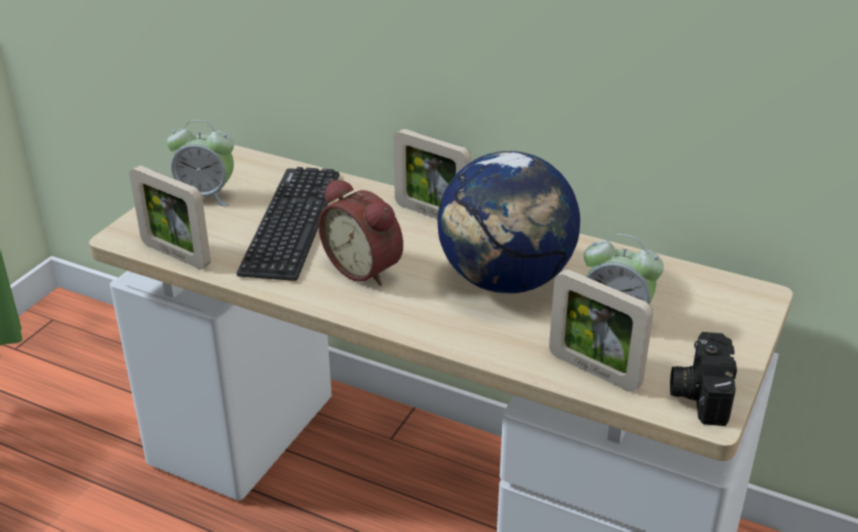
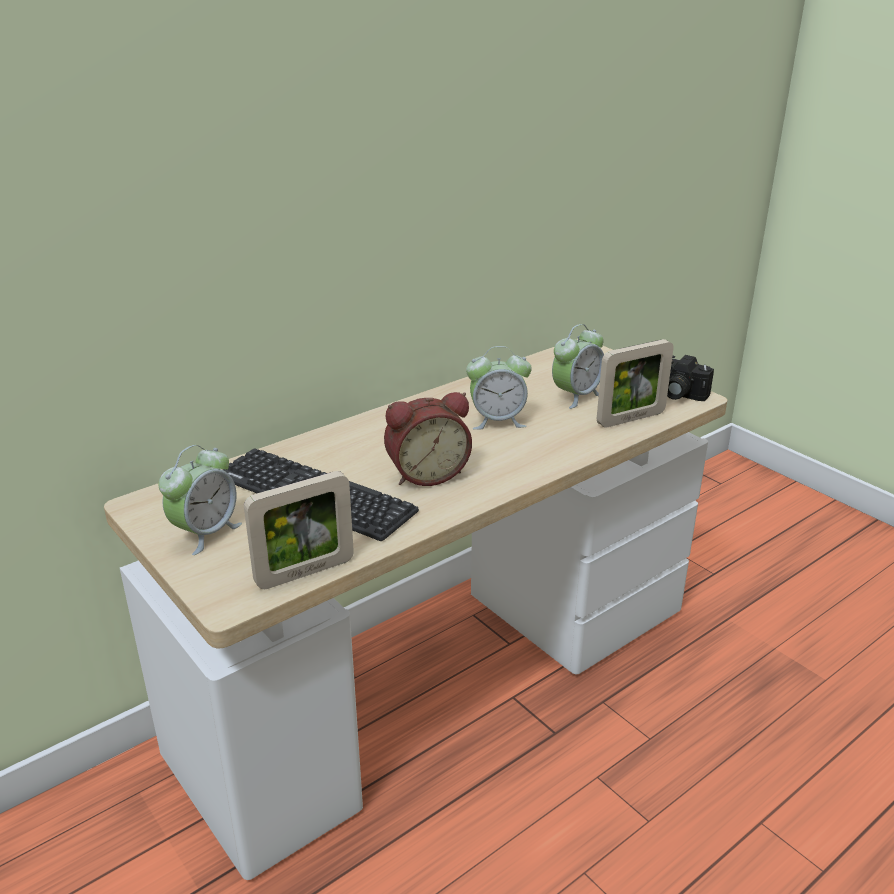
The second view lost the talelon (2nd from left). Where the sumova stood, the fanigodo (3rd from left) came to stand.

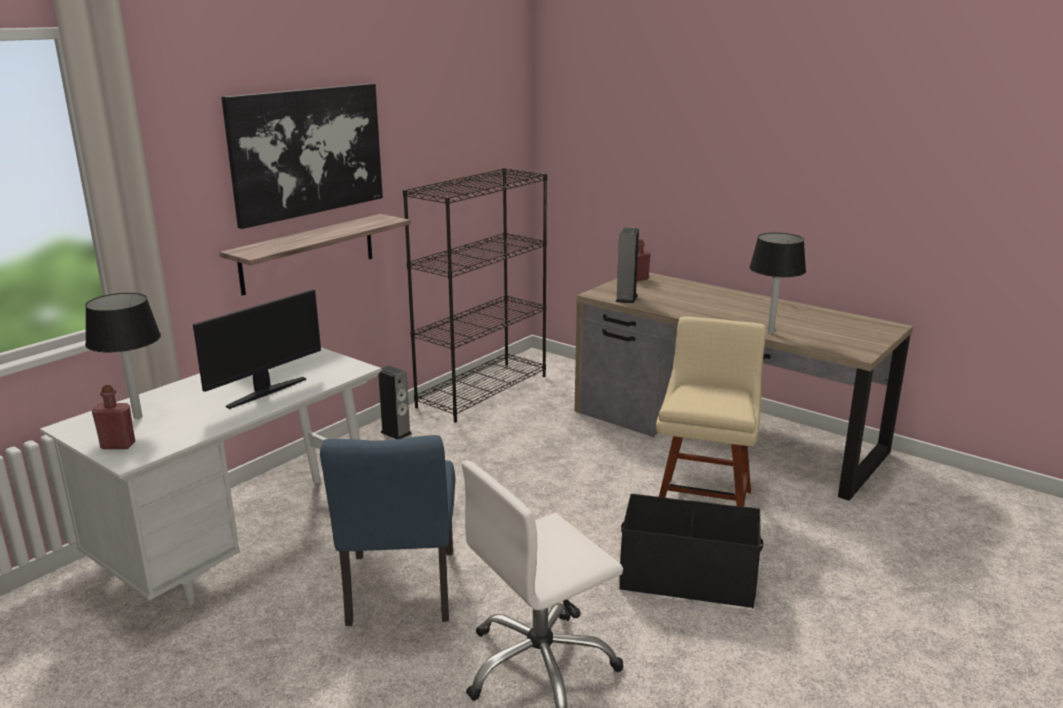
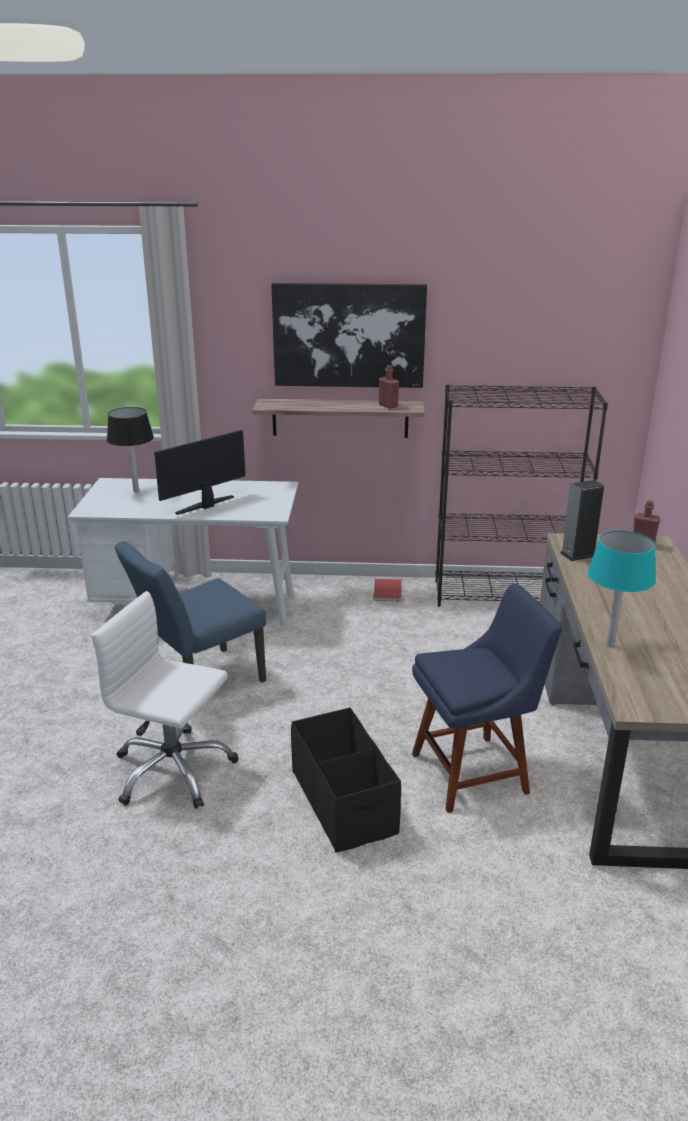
What was the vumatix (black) (2nd from left) turned into the vumatix (turquoise). The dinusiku ended up facing another way, 135 degrees clockwise from before. What was the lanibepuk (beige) turned into the lanibepuk (blue) (2nd from left). Where the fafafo (1st from left) stood, the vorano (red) came to stand. The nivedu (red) (1st from left) ended up elsewhere.

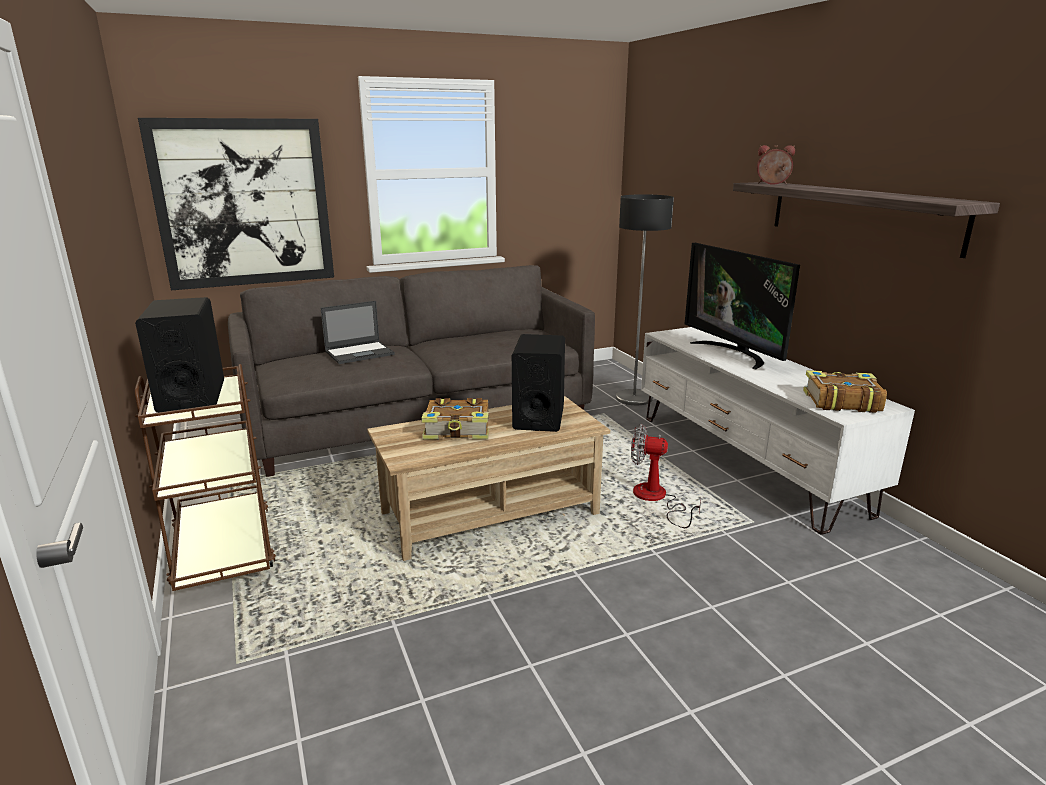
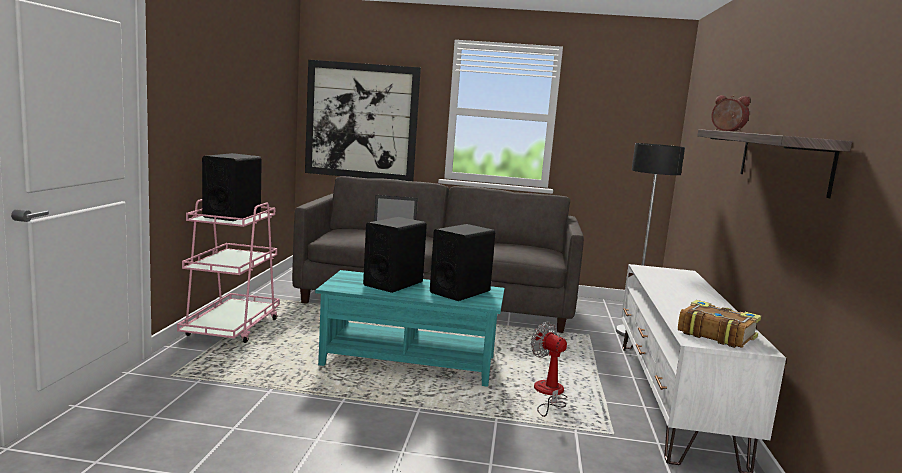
The second view lost the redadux. What was the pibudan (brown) turned into the pibudan (pink). What was the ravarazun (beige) turned into the ravarazun (turquoise). Where the vorano (1st from left) stood, the fafafo (black) (2nd from left) came to stand.

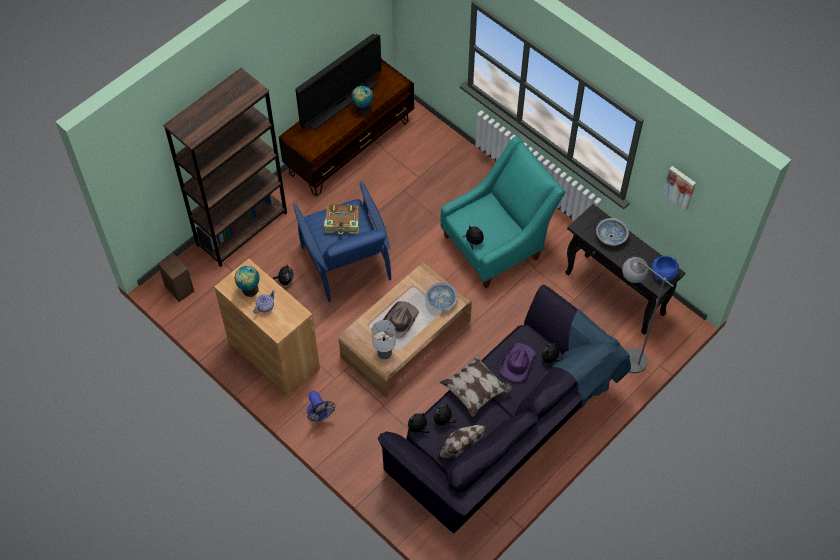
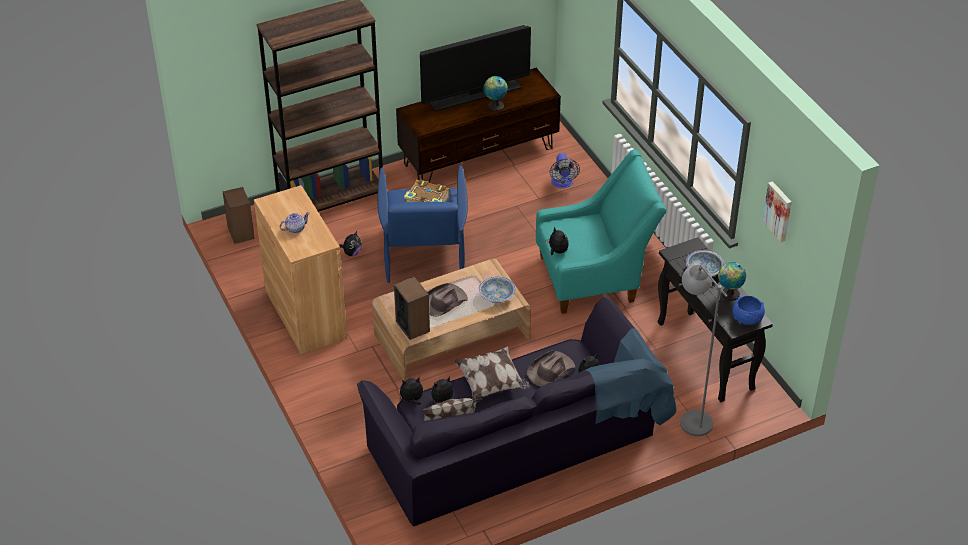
The sumova (1st from left in the first image) ended up elsewhere. Where the vumatix stood, the fafafo (2nd from left) came to stand. What was the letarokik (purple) turned into the letarokik (brown) (2nd from left). The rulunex ended up elsewhere.

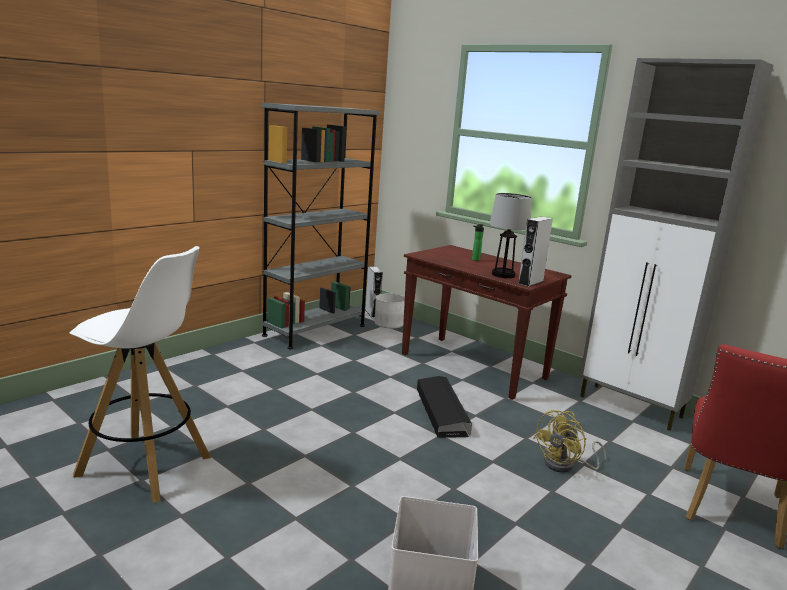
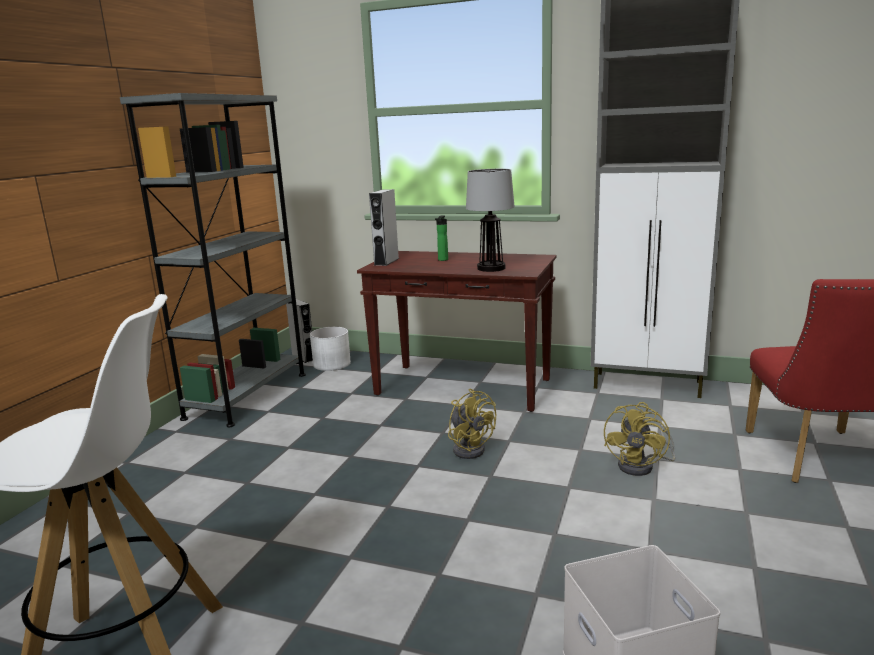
The fafafo (grey) (2nd from left) ended up elsewhere. Where the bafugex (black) stood, the rulunex (yellow) (1st from left) came to stand.

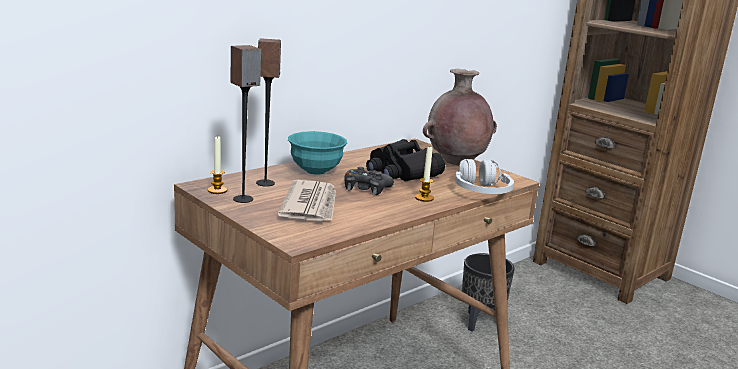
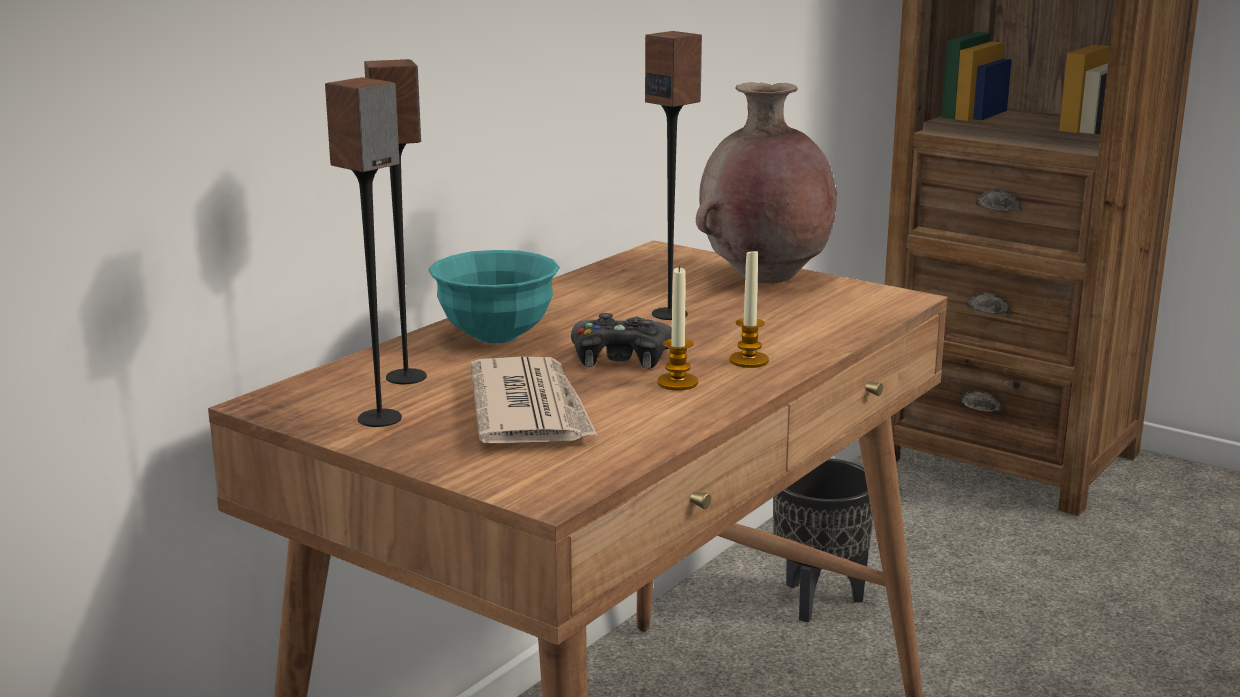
The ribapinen (1st from left) ended up elsewhere. Where the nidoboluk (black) stood, the fafafo (3rd from left) came to stand. The second view lost the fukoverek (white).

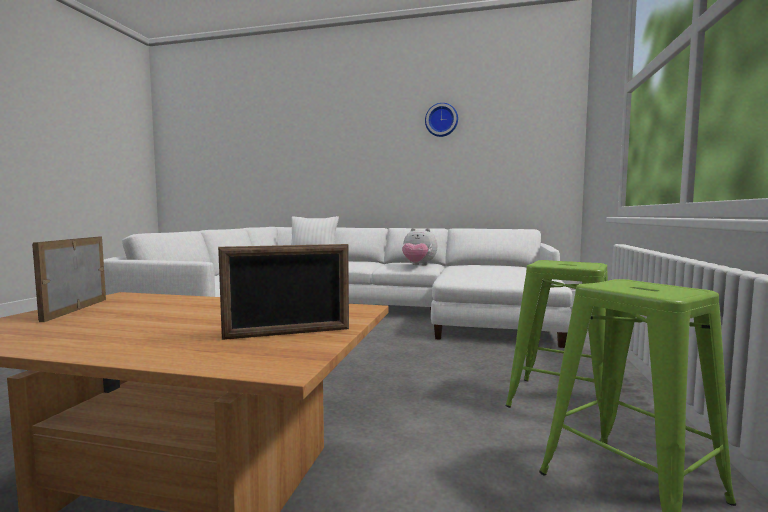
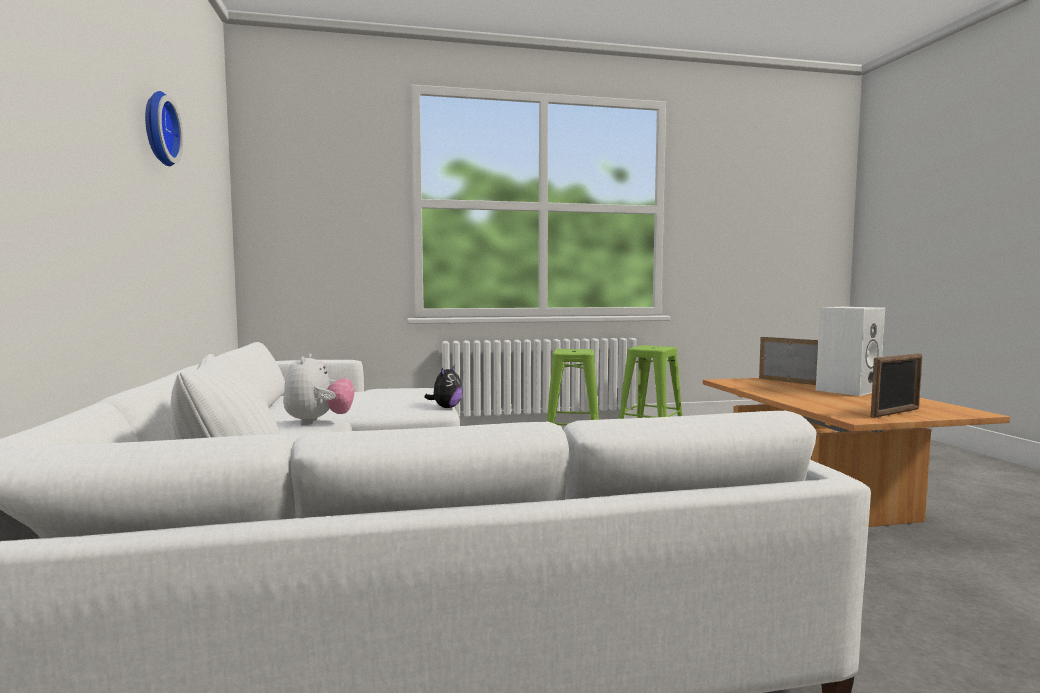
The second view gained the fafafo (white). The second view gained the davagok (2nd from left).

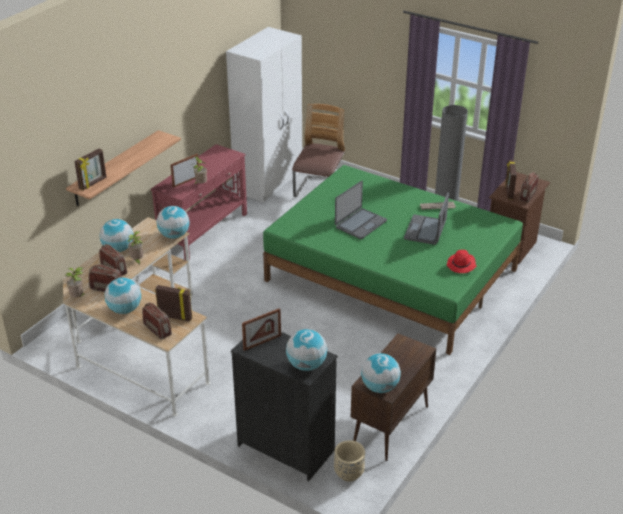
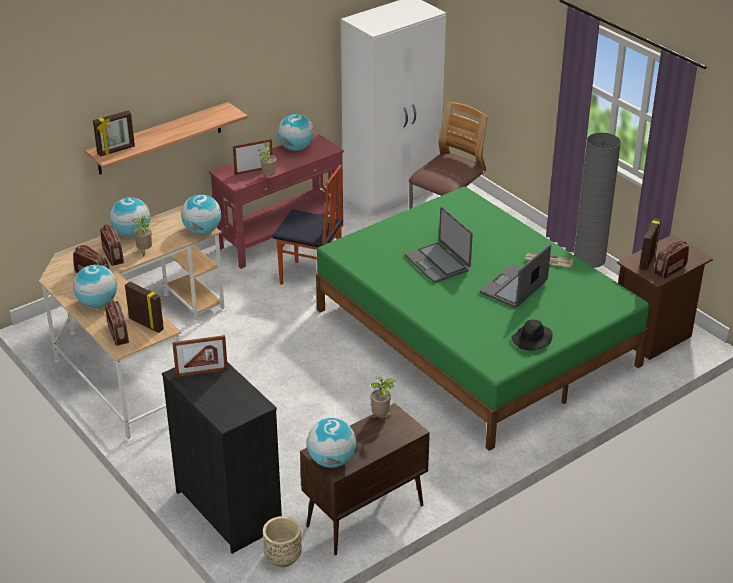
The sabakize (1st from left) ended up facing another way, 90 degrees clockwise from before. What was the letarokik (red) turned into the letarokik (black). The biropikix (1st from left in the first image) ended up elsewhere. The sumova (4th from left) ended up elsewhere. The second view gained the lanibepuk (1st from left).

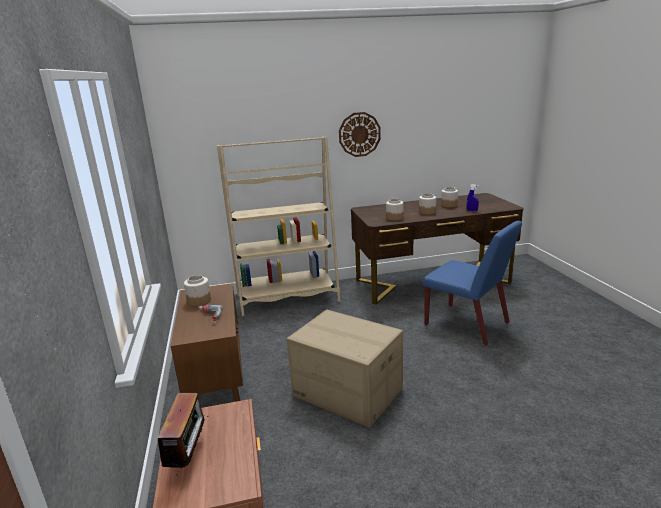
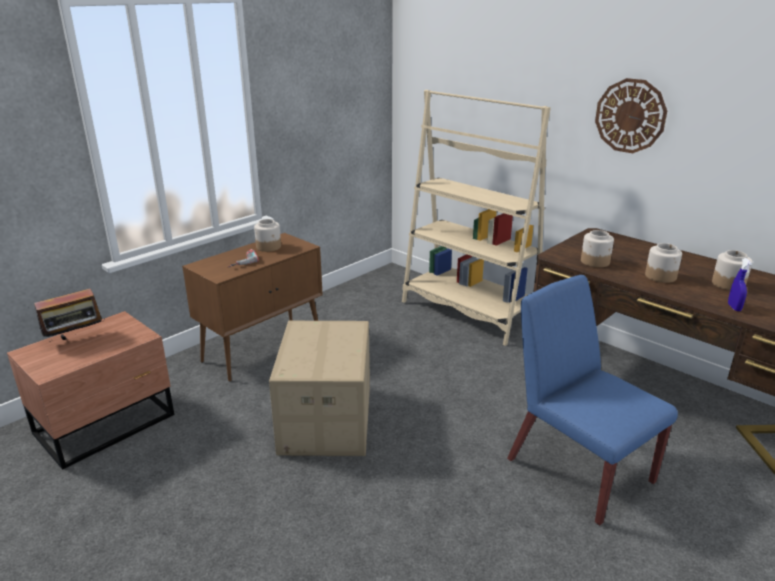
The lanibepuk (blue) ended up facing another way, 135 degrees clockwise from before.

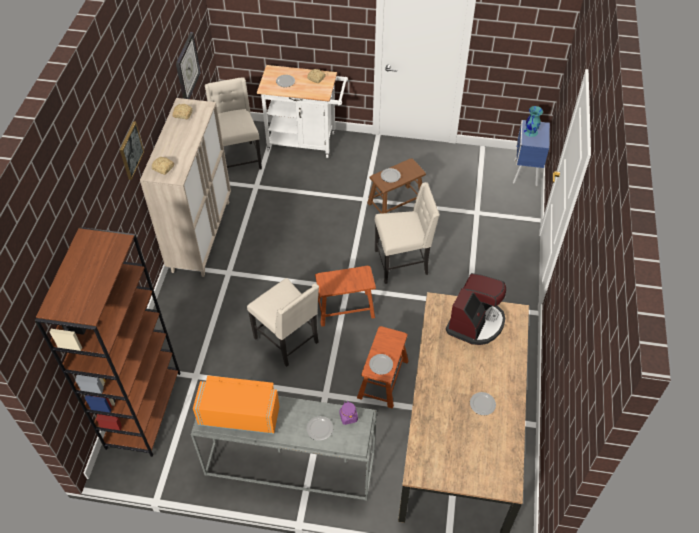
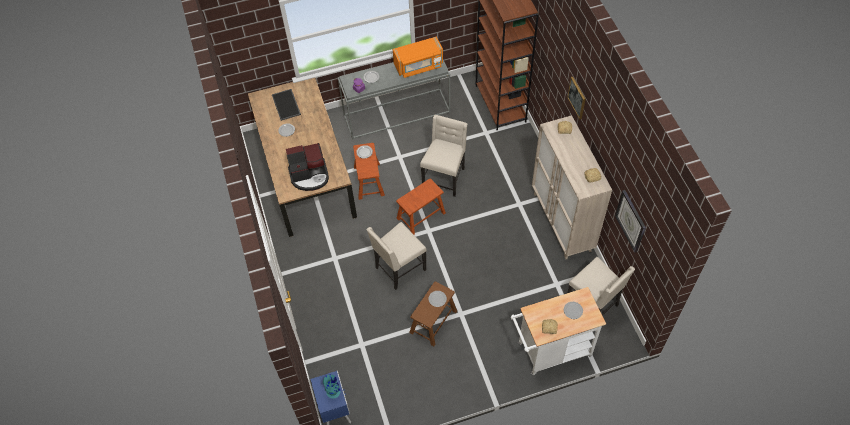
The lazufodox ended up facing another way, 105 degrees counterclockwise from before. The lanibepuk (beige) (2nd from left) ended up facing another way, 90 degrees clockwise from before. The second view gained the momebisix.

